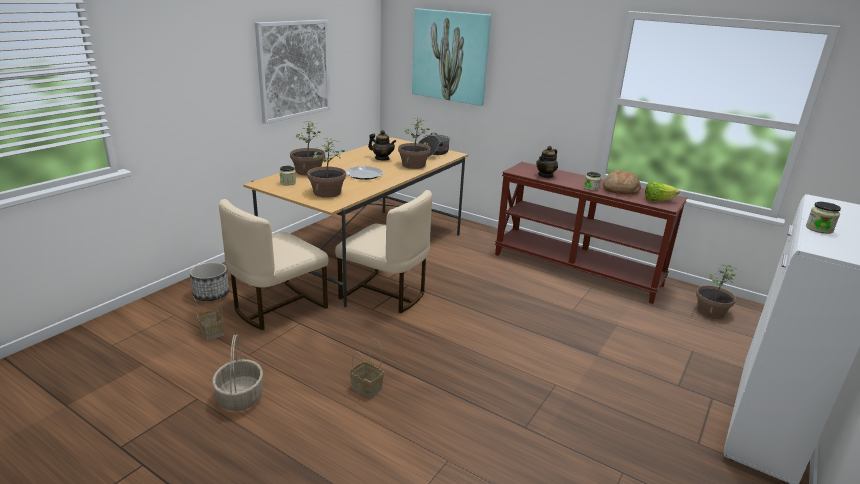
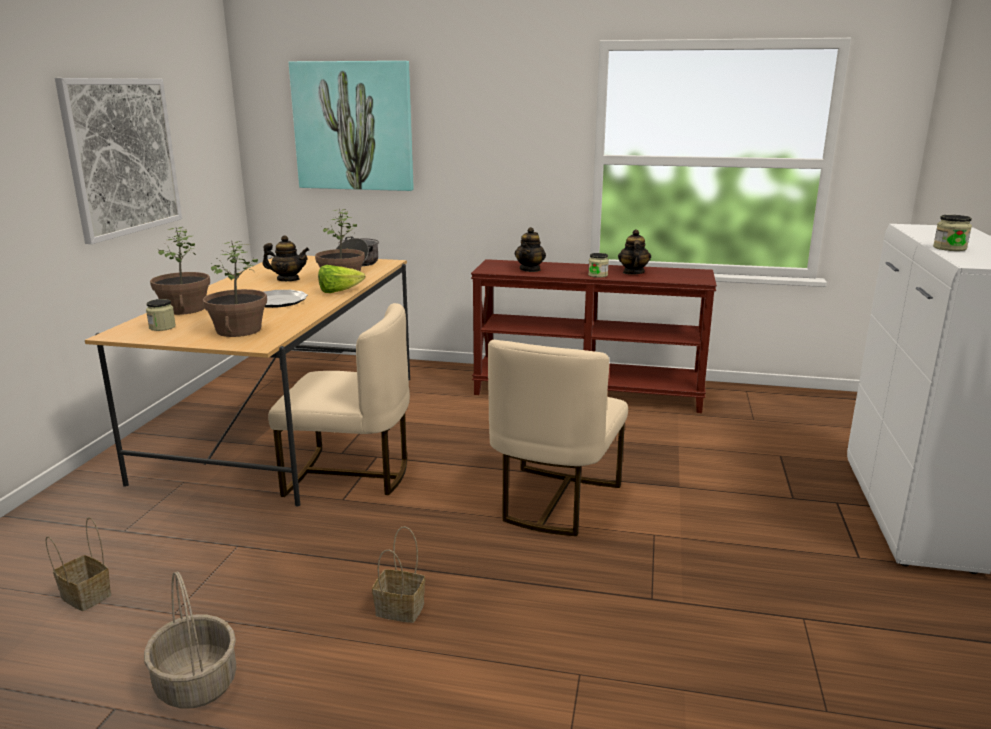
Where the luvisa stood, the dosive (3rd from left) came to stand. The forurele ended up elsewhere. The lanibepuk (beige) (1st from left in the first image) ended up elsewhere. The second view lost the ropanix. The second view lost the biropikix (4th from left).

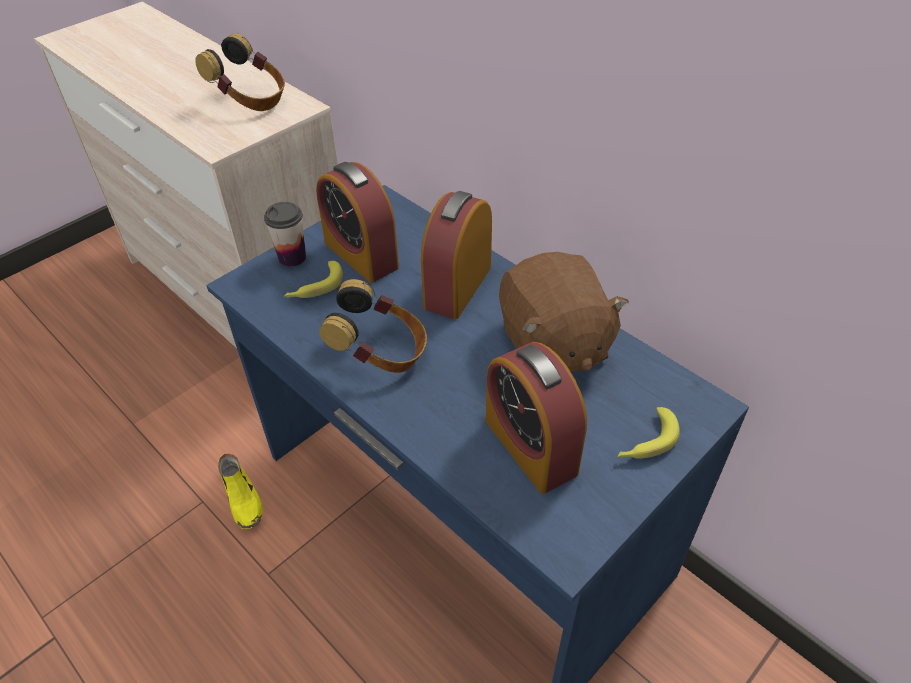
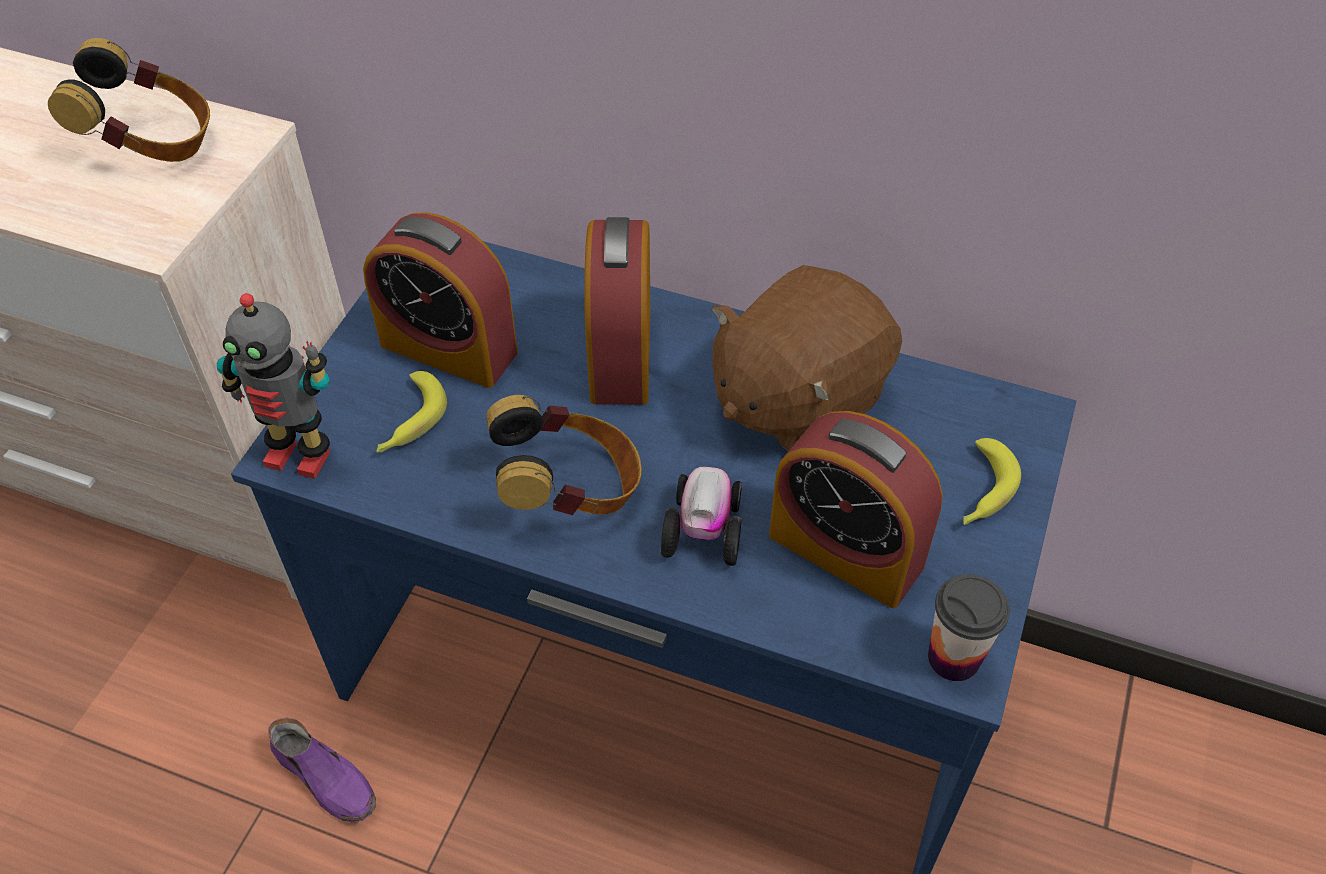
The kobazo ended up elsewhere. The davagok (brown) ended up facing another way, 90 degrees clockwise from before. What was the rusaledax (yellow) turned into the rusaledax (purple). The second view gained the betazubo. The second view gained the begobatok.

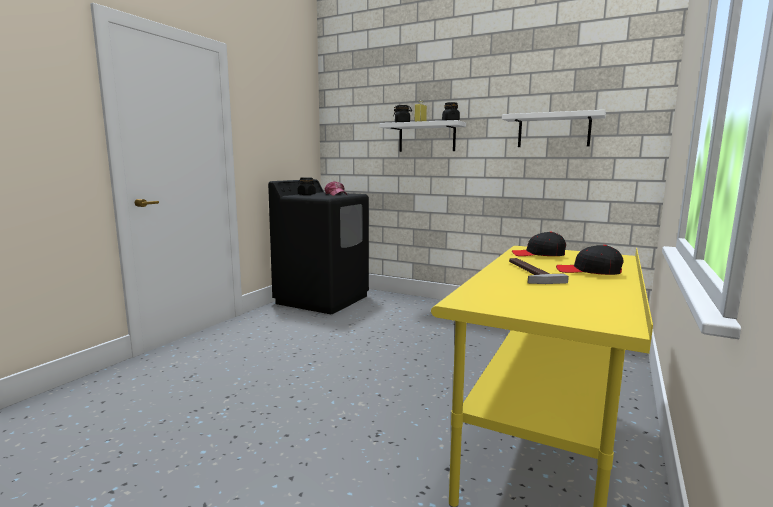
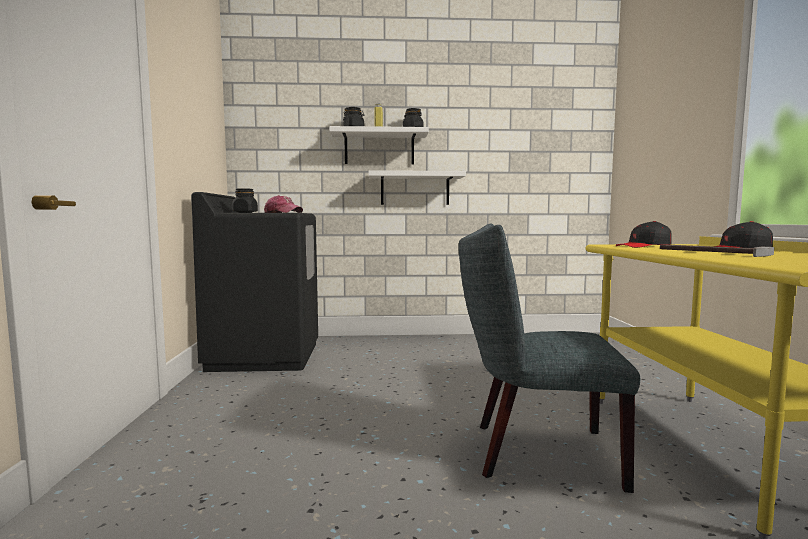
The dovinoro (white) (2nd from left) ended up elsewhere. The second view gained the lanibepuk (grey).

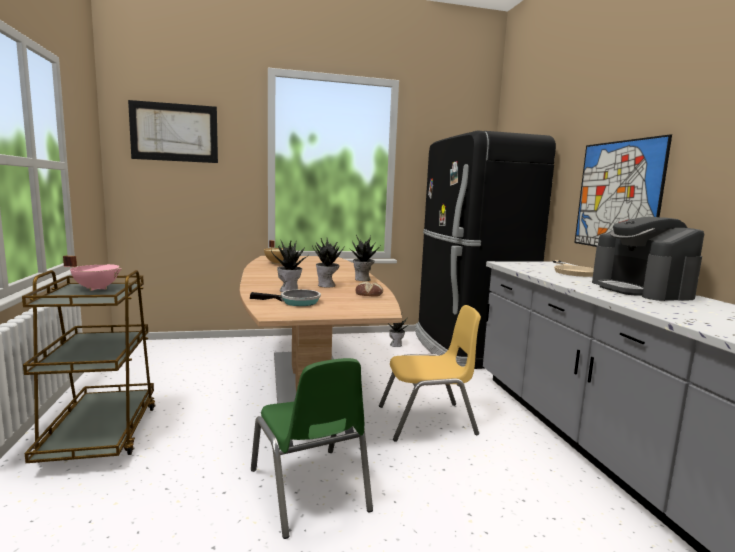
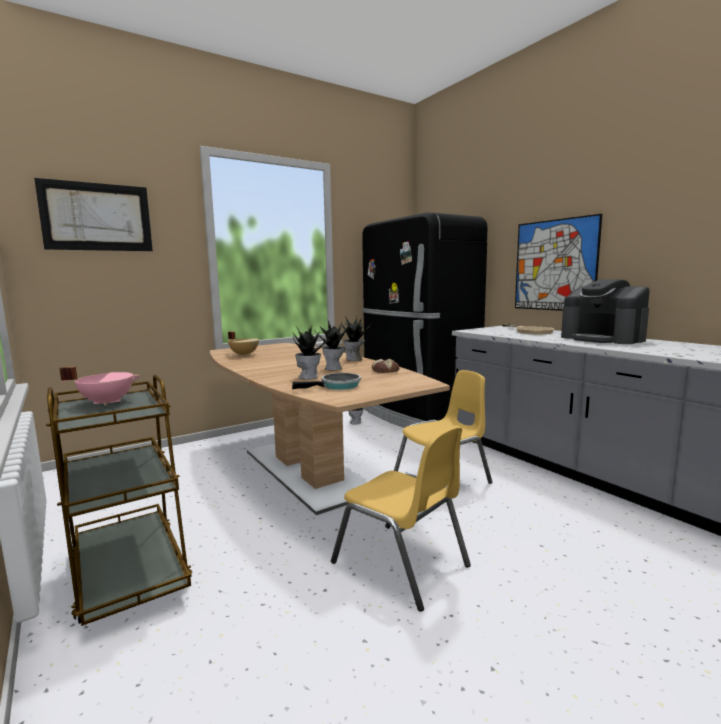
What was the lanibepuk (green) turned into the lanibepuk (yellow) (1st from left).

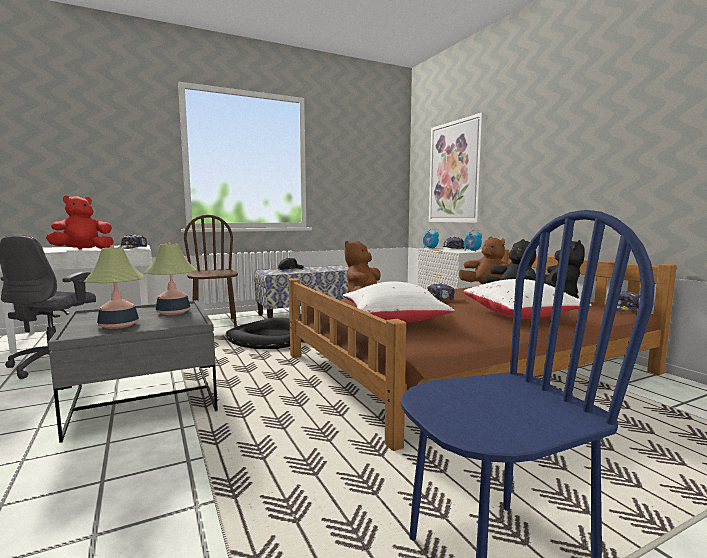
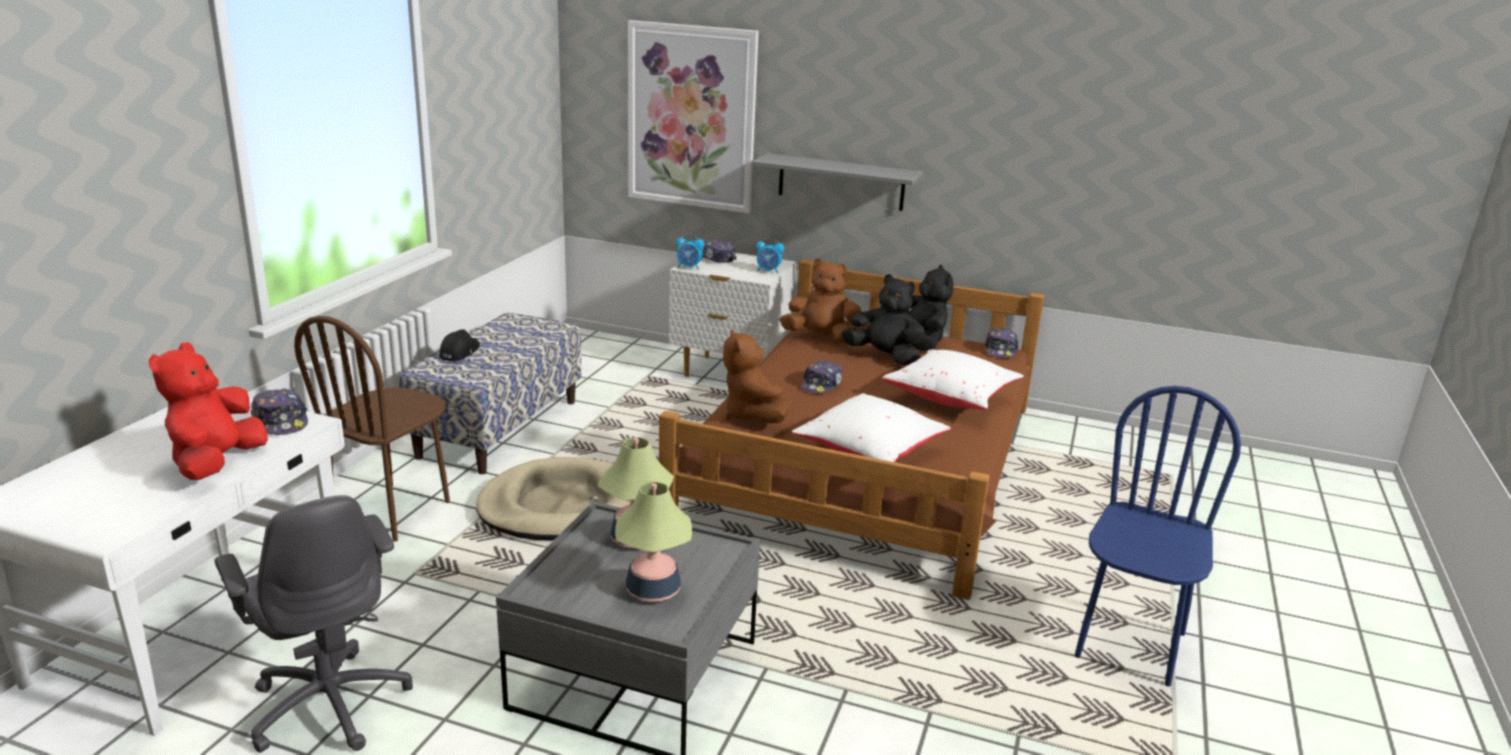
The lanibepuk (brown) ended up facing another way, 90 degrees counterclockwise from before. What was the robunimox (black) turned into the robunimox (beige). The second view gained the dovinoro (grey).

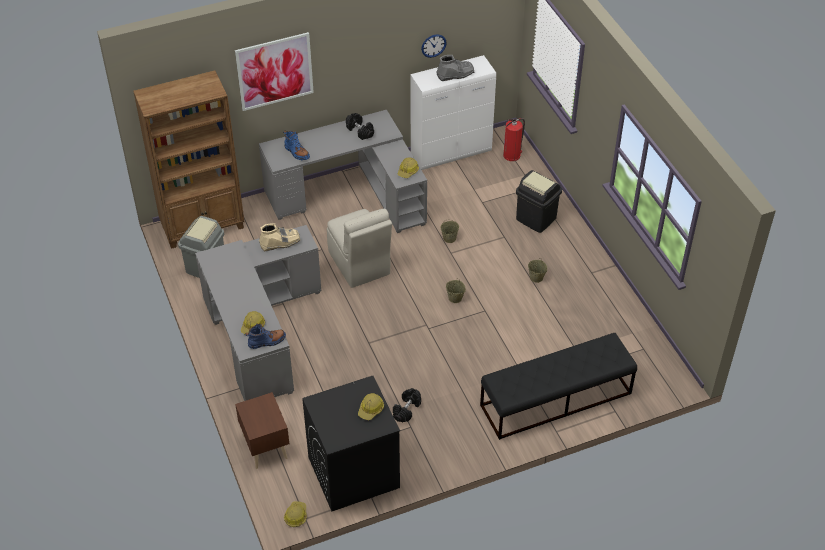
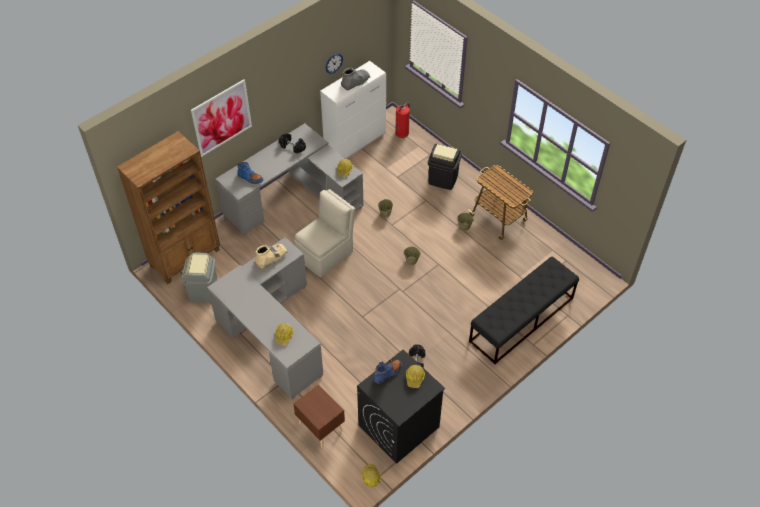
The lanibepuk (beige) ended up facing another way, 90 degrees counterclockwise from before. The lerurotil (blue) (1st from left in the first image) ended up elsewhere. The second view gained the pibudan.

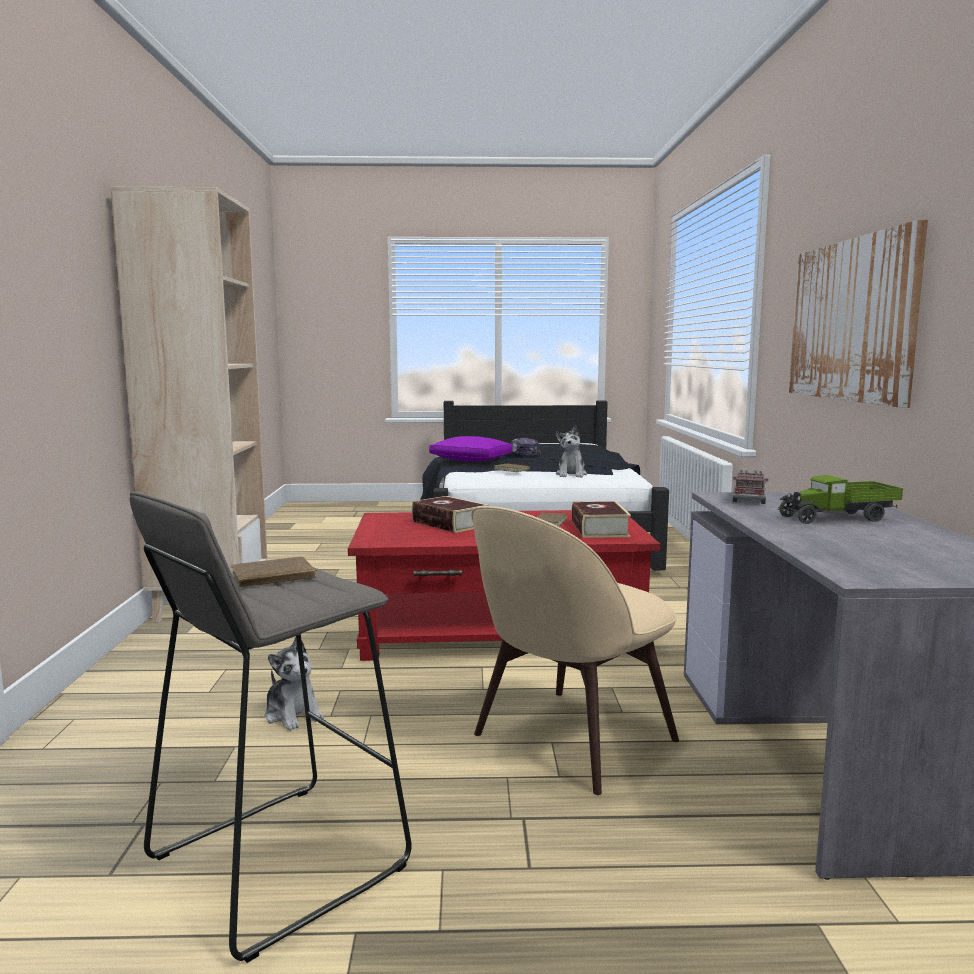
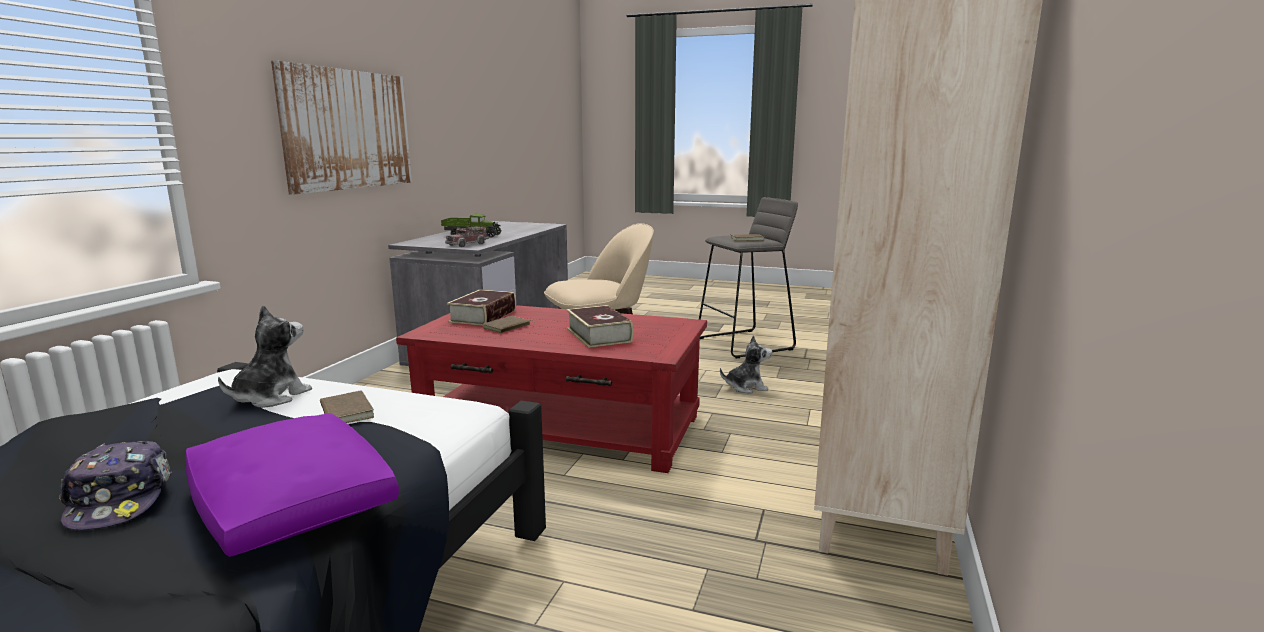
The davagok (1st from left in the first image) ended up facing another way, 105 degrees clockwise from before.

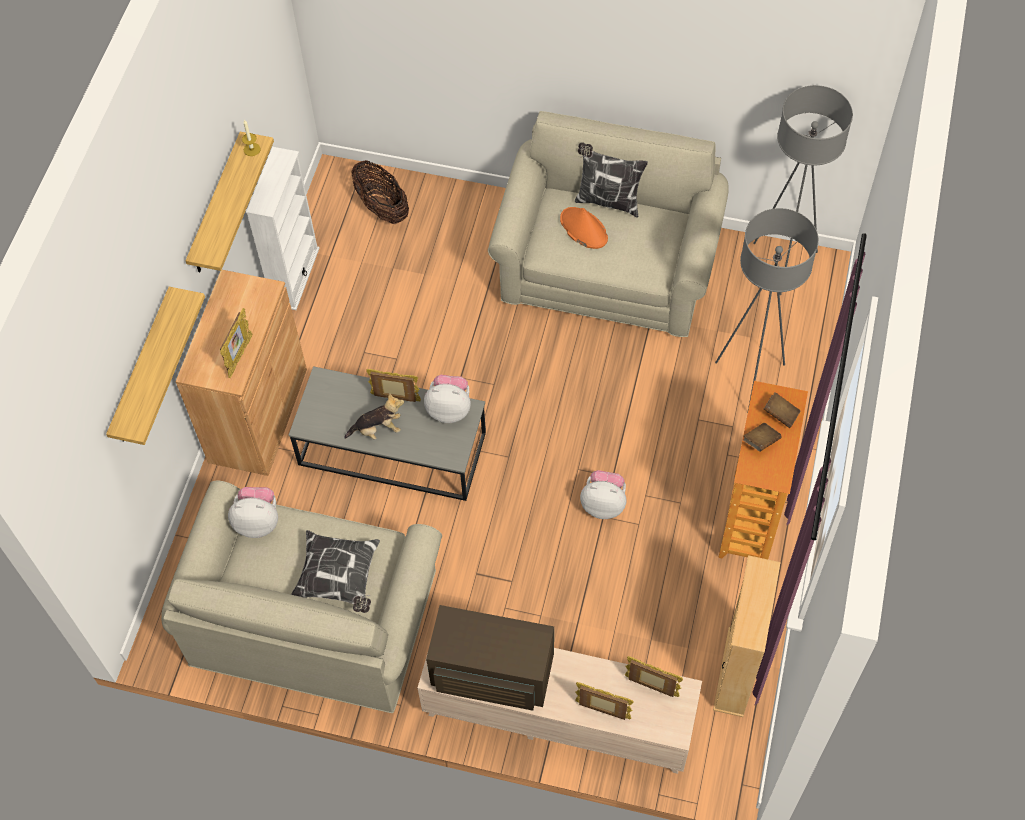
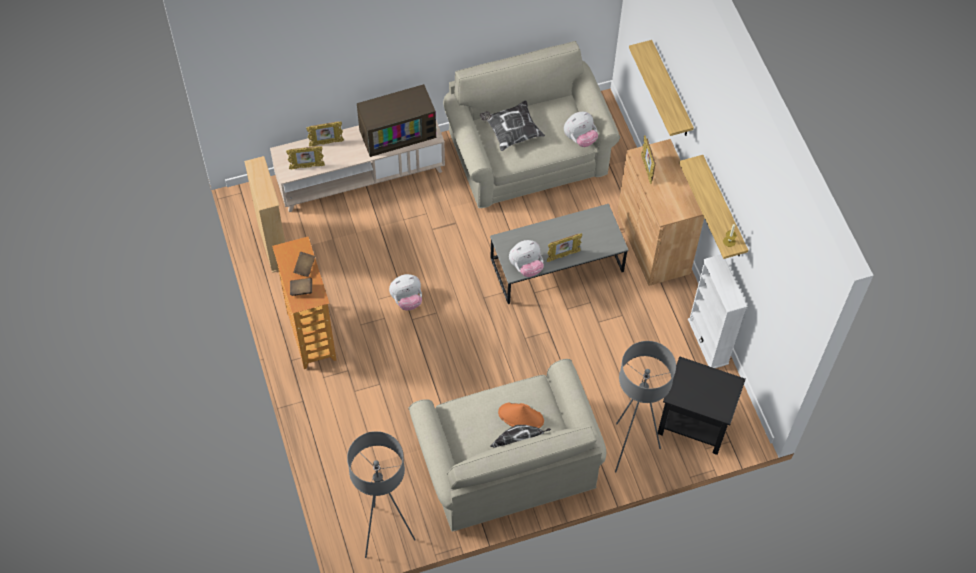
Where the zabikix stood, the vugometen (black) came to stand. The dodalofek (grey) (1st from left in the first image) ended up elsewhere. The second view lost the davagok (2nd from left).

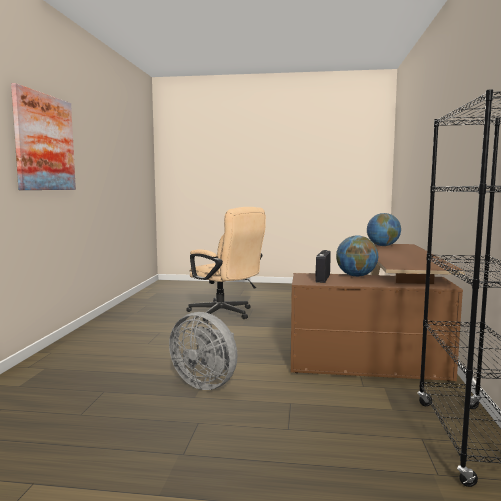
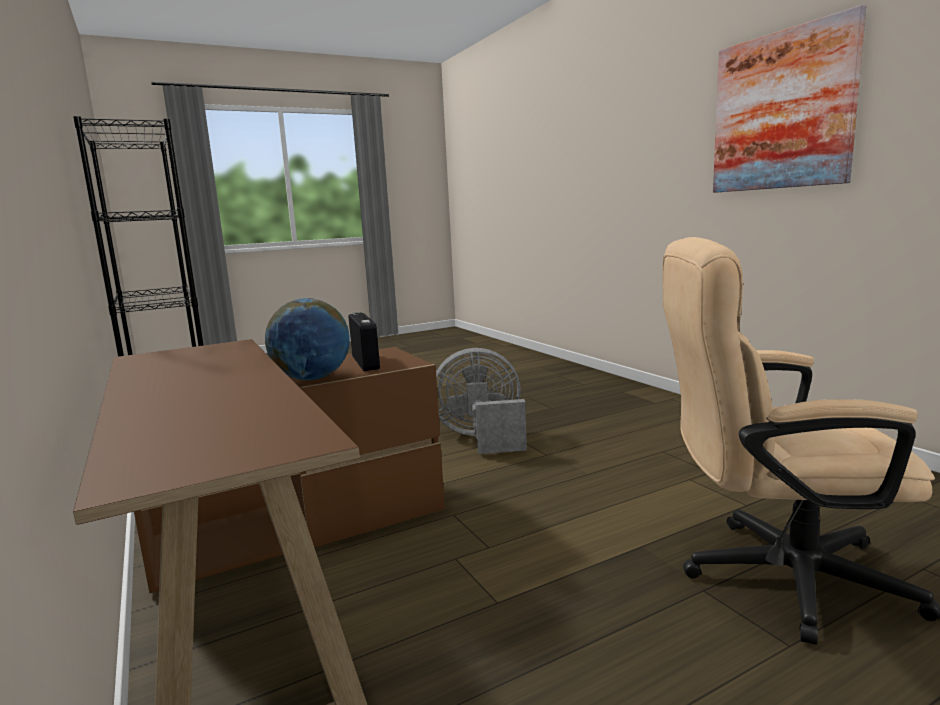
The second view lost the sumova (2nd from left).

